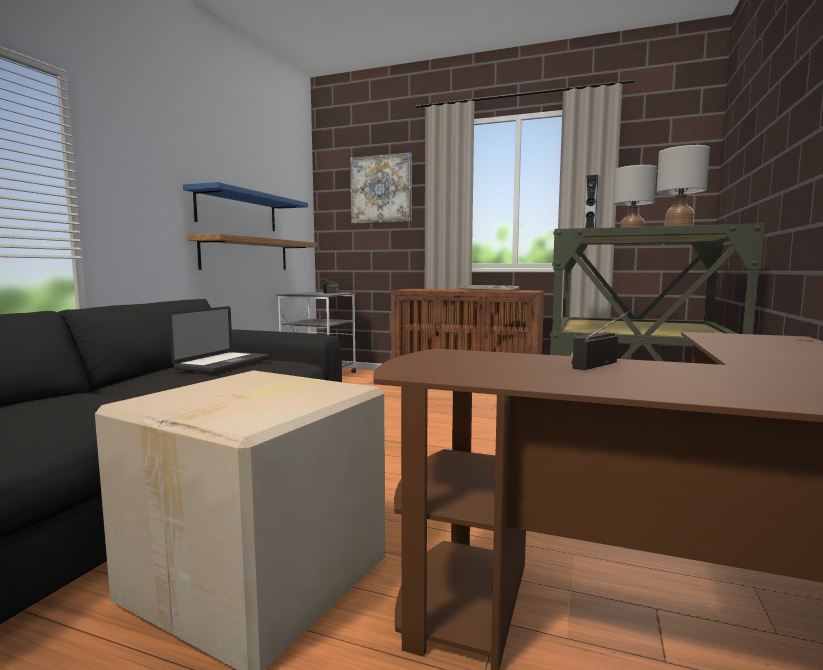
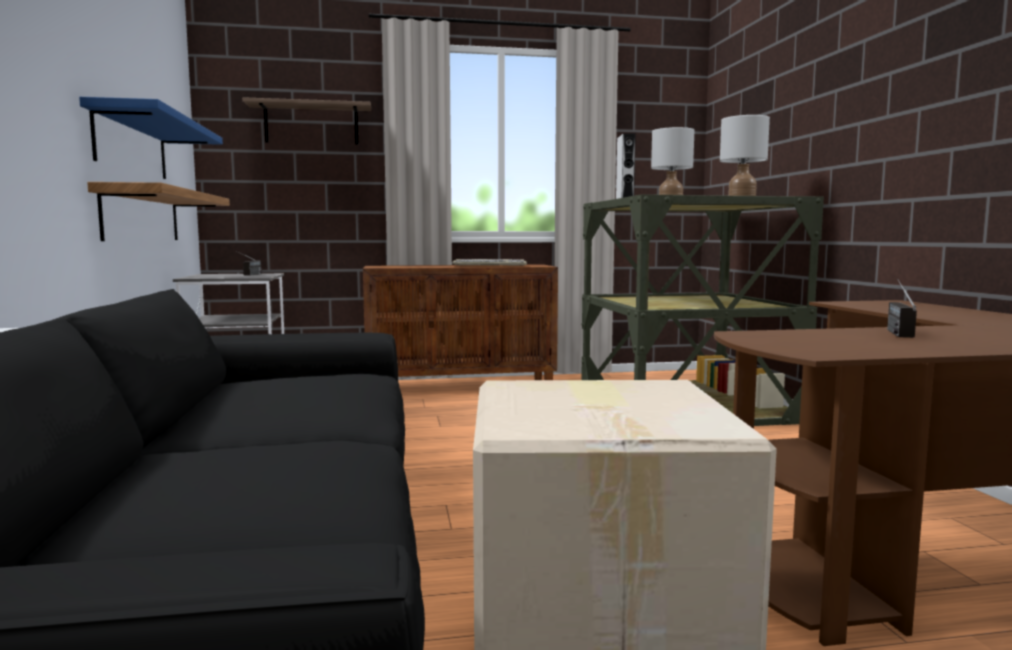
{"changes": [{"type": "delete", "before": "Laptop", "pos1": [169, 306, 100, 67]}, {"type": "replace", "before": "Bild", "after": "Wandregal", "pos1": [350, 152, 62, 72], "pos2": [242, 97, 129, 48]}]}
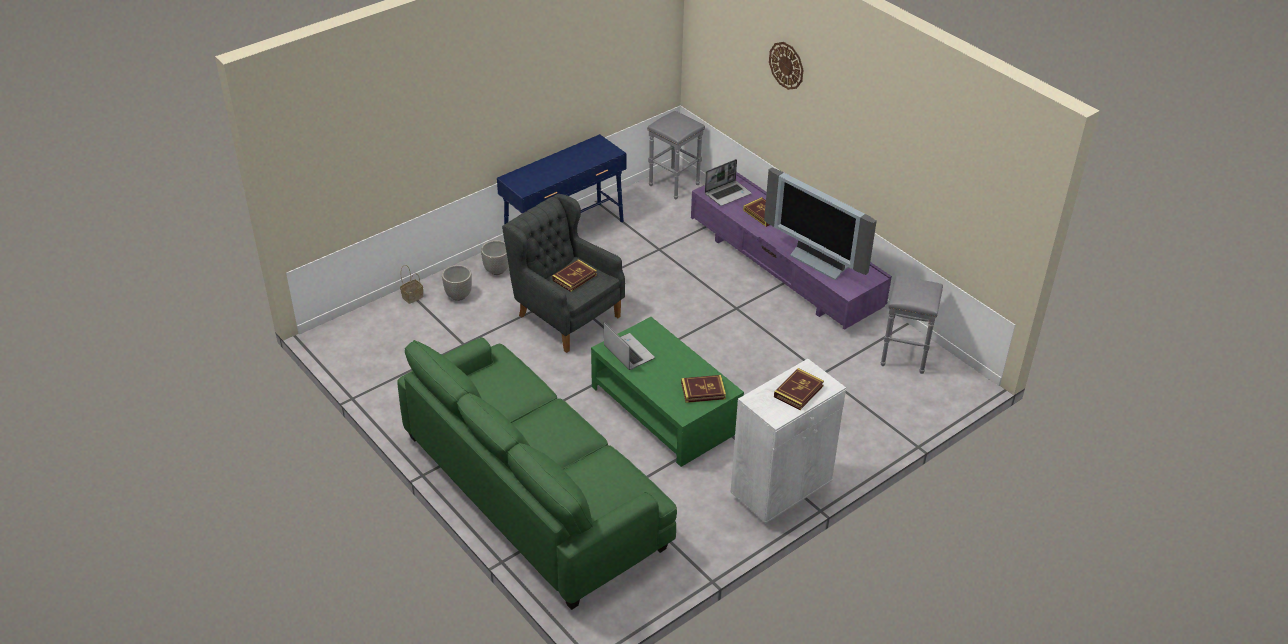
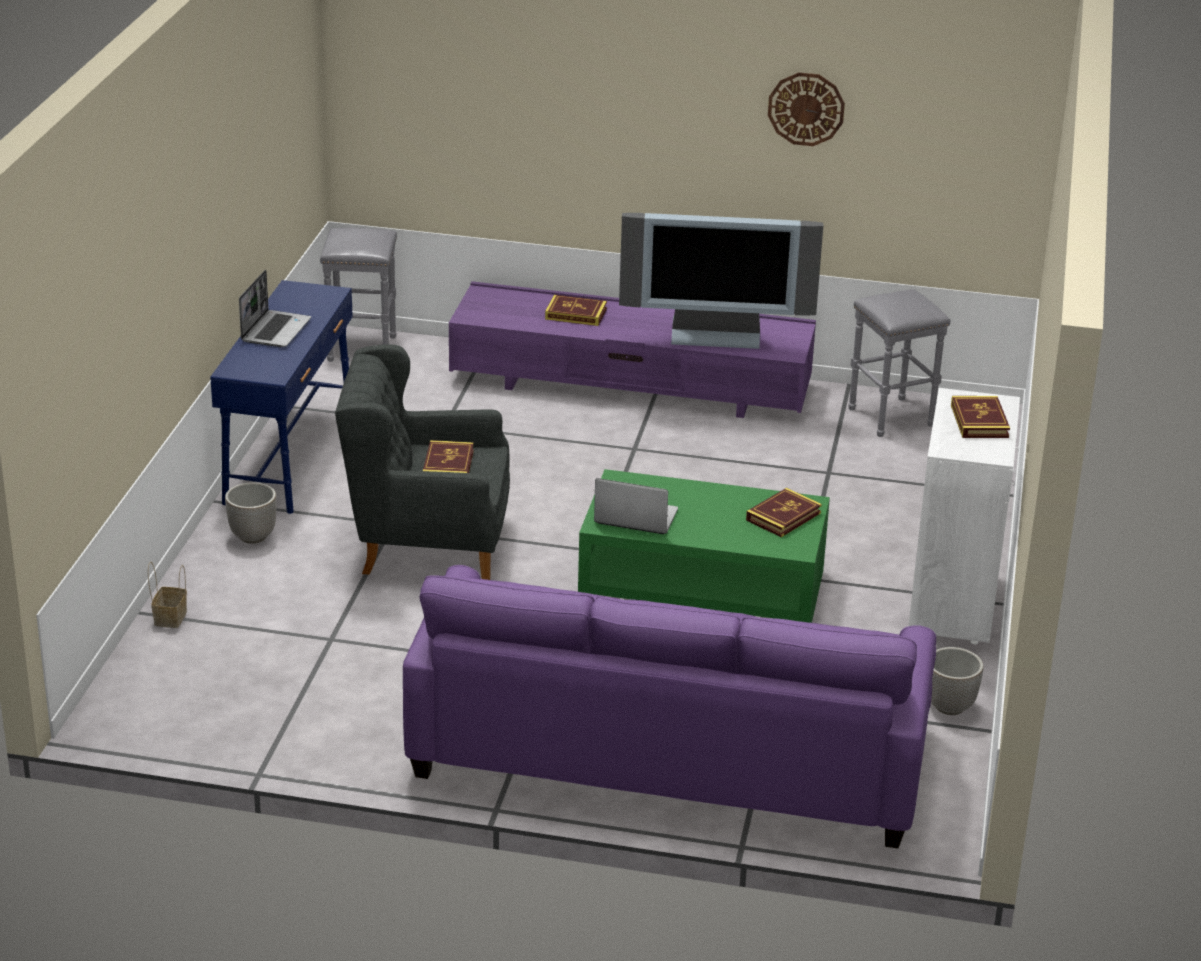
{"changes": [{"type": "recolor", "before": "Sofa/grün", "after": "Sofa/lila", "pos1": [397, 337, 280, 273], "pos2": [403, 565, 533, 283]}, {"type": "move", "before": "Pflanzkübel", "pos1": [442, 265, 30, 36], "pos2": [931, 647, 52, 68]}, {"type": "move", "before": "Laptop", "pos1": [705, 159, 47, 47], "pos2": [239, 270, 72, 77]}, {"type": "move", "before": "Wanduhr", "pos1": [769, 42, 34, 48], "pos2": [768, 72, 77, 74]}]}
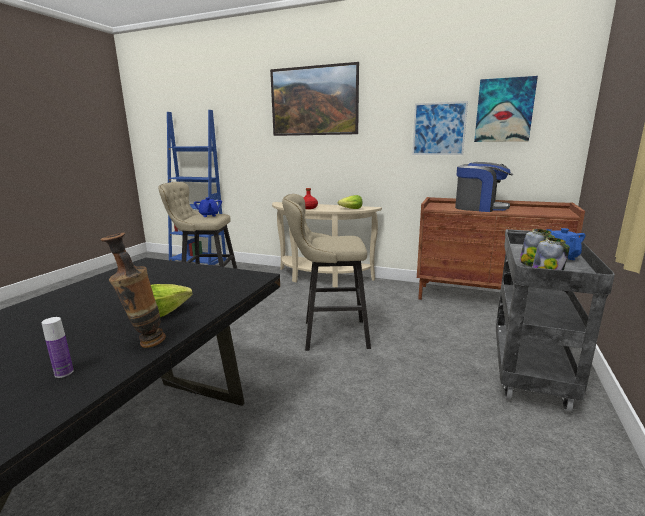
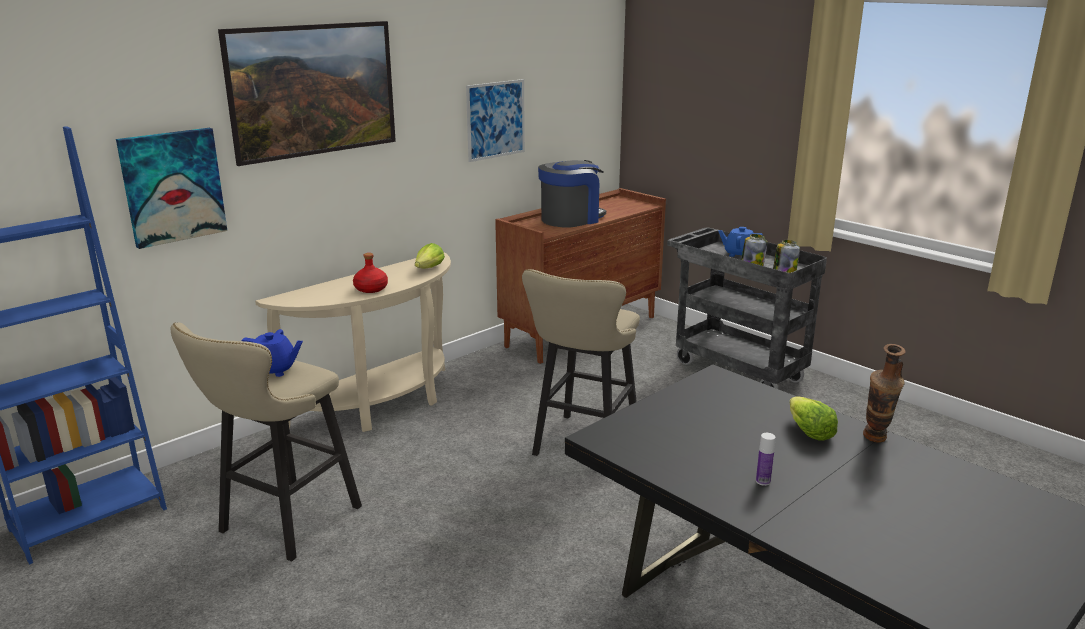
{"changes": [{"type": "move", "before": "Flasche", "pos1": [42, 317, 32, 61], "pos2": [756, 433, 20, 53]}, {"type": "move", "before": "Bild", "pos1": [474, 76, 64, 66], "pos2": [116, 128, 111, 121]}]}
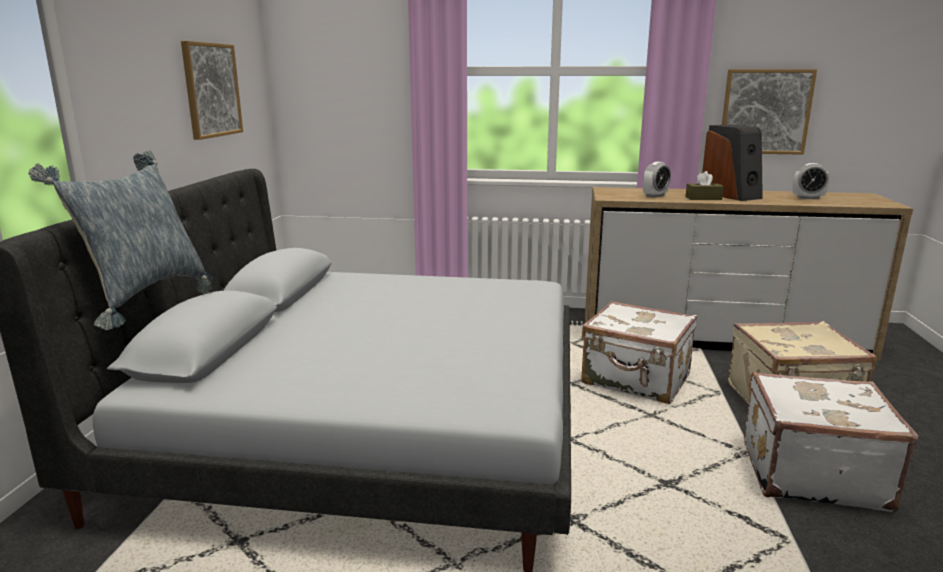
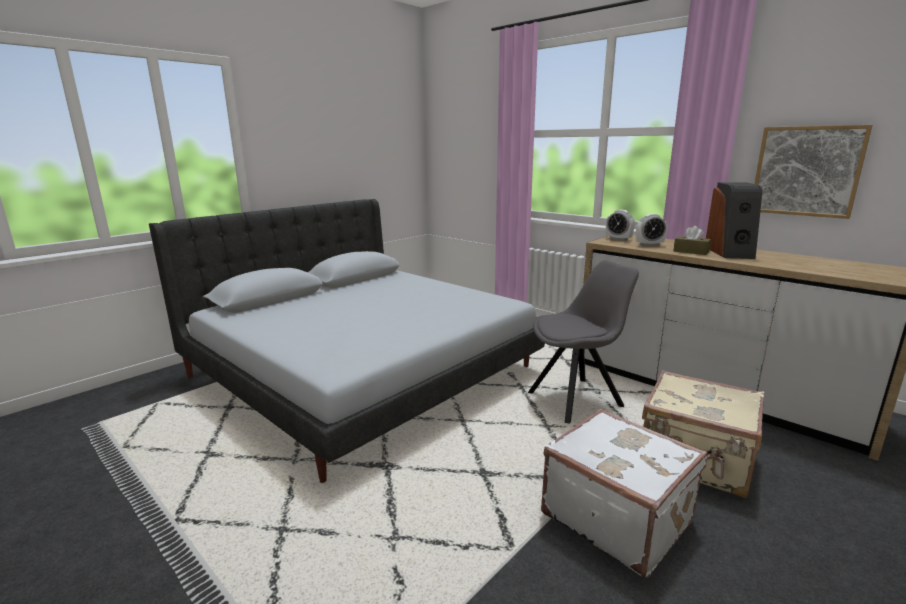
{"changes": [{"type": "delete", "before": "Kissen", "pos1": [28, 150, 186, 180]}, {"type": "delete", "before": "Bild", "pos1": [181, 41, 62, 99]}, {"type": "replace", "before": "Koffer/weiß", "after": "Stuhl/grau", "pos1": [581, 301, 116, 103], "pos2": [528, 260, 111, 164]}, {"type": "move", "before": "Wecker", "pos1": [792, 163, 38, 36], "pos2": [606, 210, 29, 31]}]}
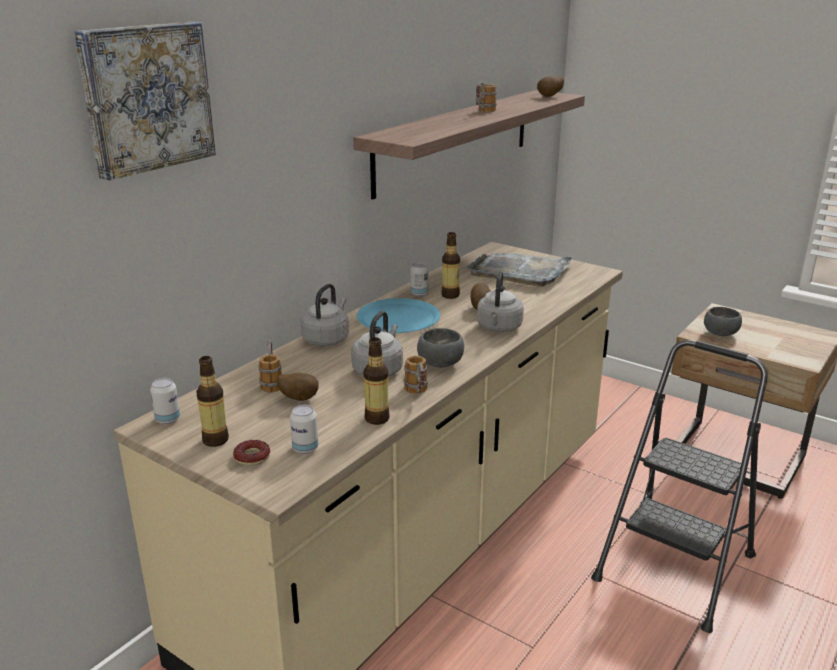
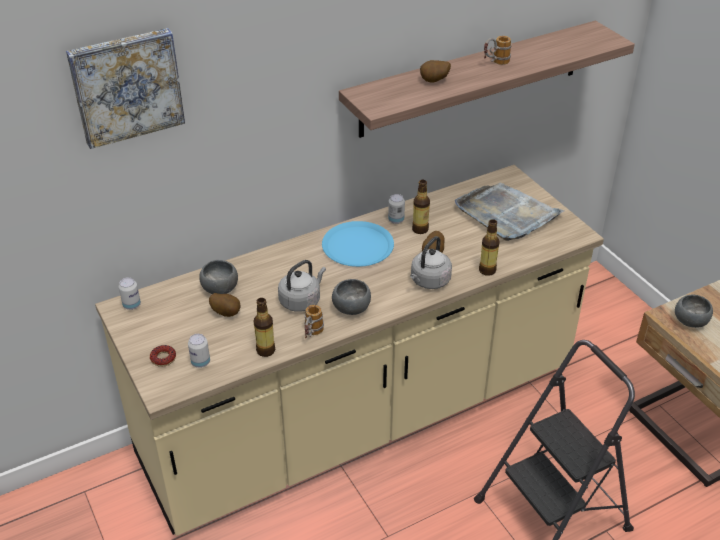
{"changes": [{"type": "move", "before": "Flasche", "pos1": [196, 356, 33, 91], "pos2": [479, 219, 21, 57]}, {"type": "replace", "before": "Henkelbecher", "after": "Schüssel/grau", "pos1": [259, 340, 23, 53], "pos2": [199, 260, 39, 34]}, {"type": "delete", "before": "Wasserkessel/grau", "pos1": [301, 284, 48, 62]}, {"type": "move", "before": "Kartoffel", "pos1": [537, 76, 27, 21], "pos2": [420, 60, 31, 23]}]}
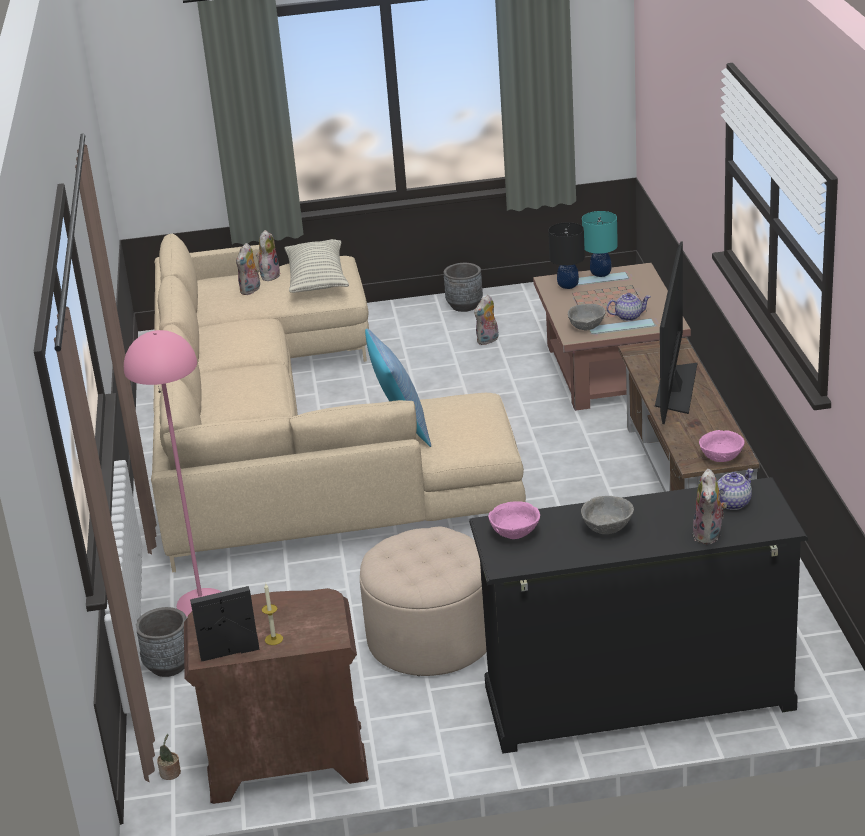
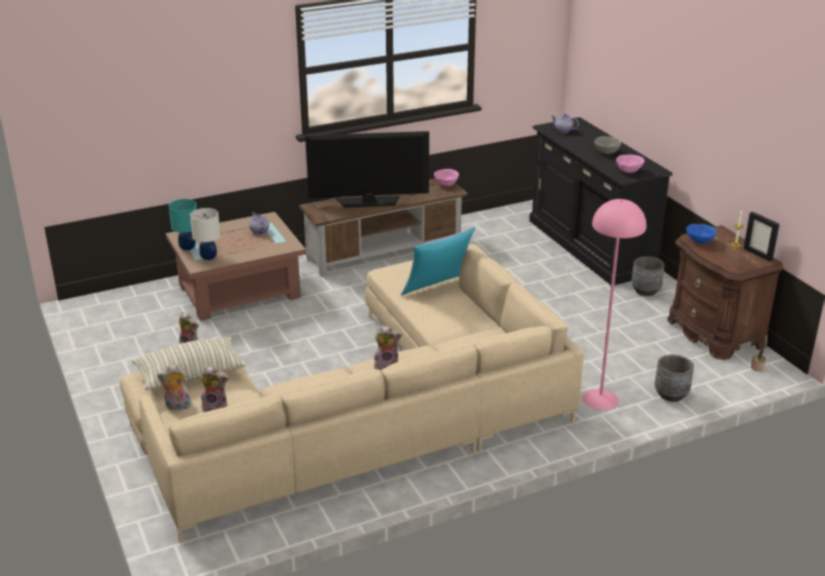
{"changes": [{"type": "delete", "before": "Polsterhocker/beige", "pos1": [360, 527, 127, 149]}, {"type": "move", "before": "Pflanzkübel/grau", "pos1": [444, 263, 39, 49], "pos2": [631, 256, 34, 40]}, {"type": "recolor", "before": "Tischlampe/schwarz", "after": "Tischlampe/weiß", "pos1": [548, 222, 37, 67], "pos2": [190, 208, 30, 52]}, {"type": "delete", "before": "Schüssel/grau", "pos1": [568, 304, 38, 26]}, {"type": "move", "before": "Plüschtier", "pos1": [693, 469, 34, 75], "pos2": [374, 326, 28, 45]}, {"type": "insert", "after": "Schüssel/blau", "pos2": [686, 224, 31, 20]}]}
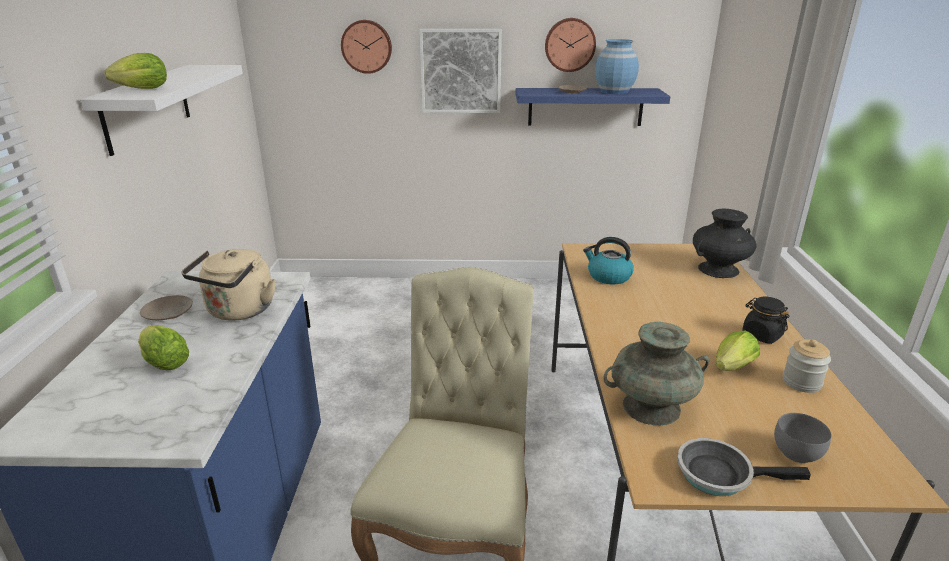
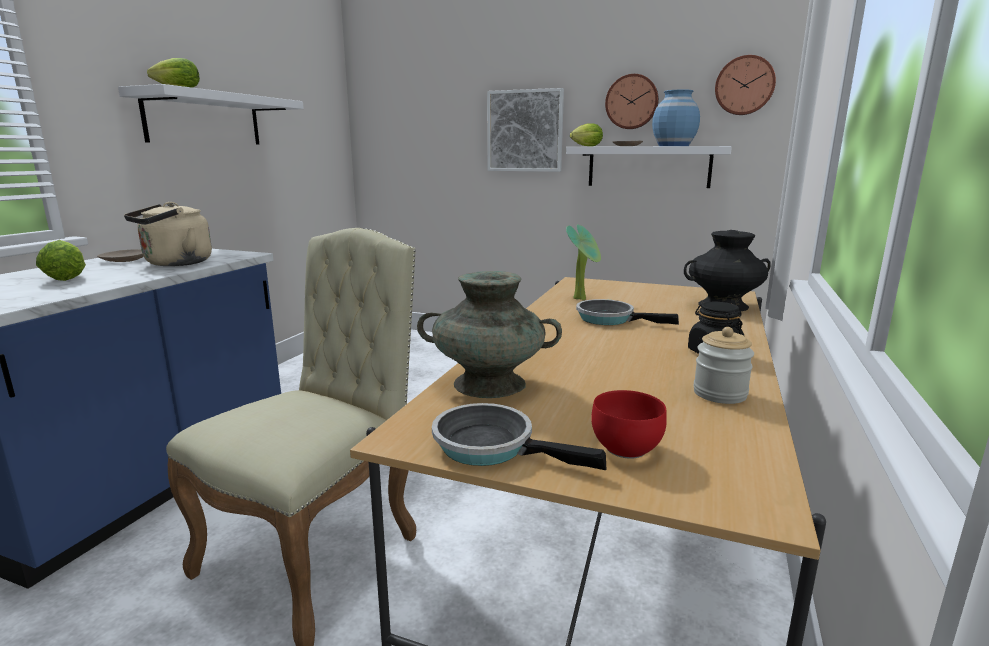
{"changes": [{"type": "move", "before": "Wanduhr", "pos1": [341, 20, 51, 54], "pos2": [715, 55, 61, 60]}, {"type": "recolor", "before": "Wandregal/blau", "after": "Wandregal/weiß", "pos1": [515, 88, 155, 38], "pos2": [566, 146, 166, 42]}, {"type": "replace", "before": "Wasserkessel", "after": "Topfpflanze", "pos1": [583, 237, 51, 47], "pos2": [566, 224, 35, 76]}, {"type": "move", "before": "Salatkopf", "pos1": [716, 331, 44, 40], "pos2": [570, 123, 33, 24]}, {"type": "recolor", "before": "Schüssel/grau", "after": "Schüssel/rot", "pos1": [774, 413, 57, 50], "pos2": [591, 390, 76, 69]}, {"type": "insert", "after": "Pfanne", "pos2": [576, 299, 103, 26]}]}
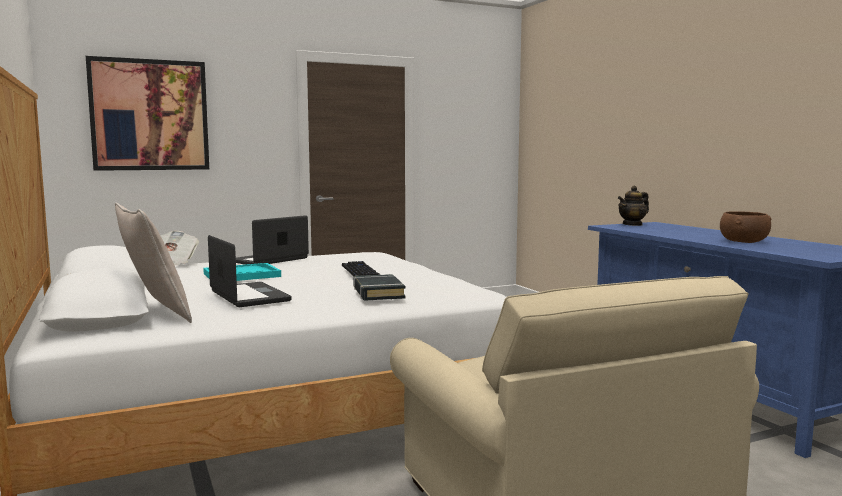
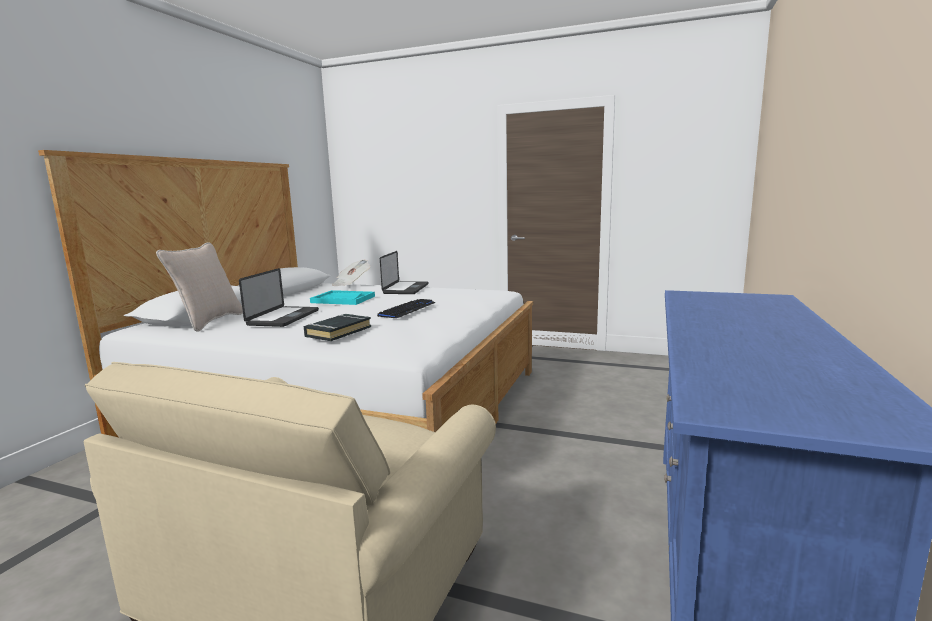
{"changes": [{"type": "delete", "before": "Bild", "pos1": [86, 56, 123, 115]}, {"type": "rotate", "before": "Laptop", "pos1": [236, 215, 73, 50], "pos2": [380, 251, 49, 43], "turn": 105}, {"type": "delete", "before": "Teekanne", "pos1": [618, 185, 31, 41]}, {"type": "delete", "before": "Schüssel/braun", "pos1": [720, 211, 52, 32]}]}
